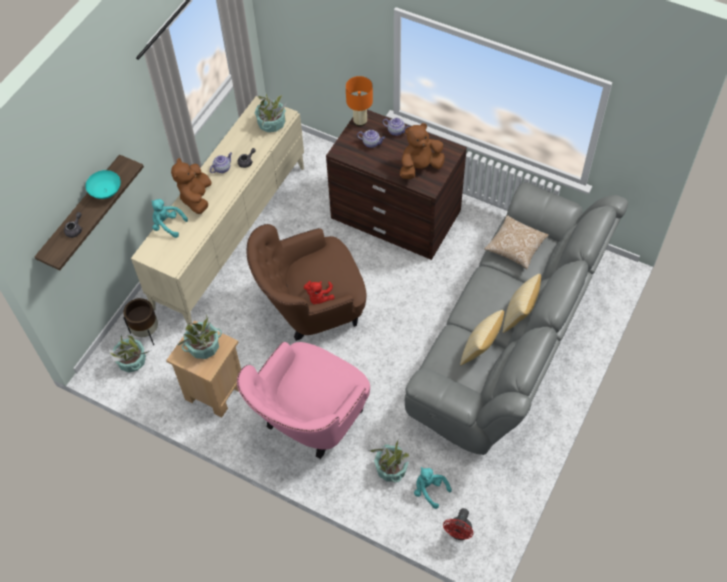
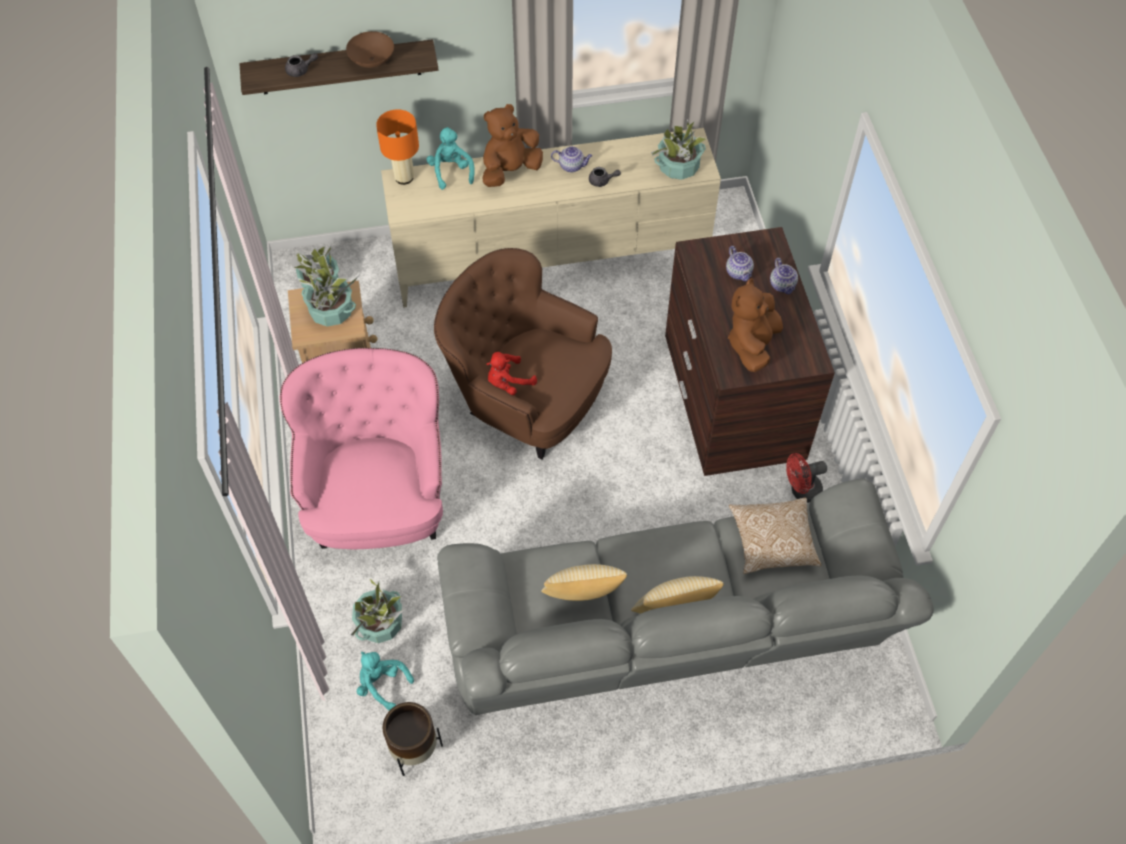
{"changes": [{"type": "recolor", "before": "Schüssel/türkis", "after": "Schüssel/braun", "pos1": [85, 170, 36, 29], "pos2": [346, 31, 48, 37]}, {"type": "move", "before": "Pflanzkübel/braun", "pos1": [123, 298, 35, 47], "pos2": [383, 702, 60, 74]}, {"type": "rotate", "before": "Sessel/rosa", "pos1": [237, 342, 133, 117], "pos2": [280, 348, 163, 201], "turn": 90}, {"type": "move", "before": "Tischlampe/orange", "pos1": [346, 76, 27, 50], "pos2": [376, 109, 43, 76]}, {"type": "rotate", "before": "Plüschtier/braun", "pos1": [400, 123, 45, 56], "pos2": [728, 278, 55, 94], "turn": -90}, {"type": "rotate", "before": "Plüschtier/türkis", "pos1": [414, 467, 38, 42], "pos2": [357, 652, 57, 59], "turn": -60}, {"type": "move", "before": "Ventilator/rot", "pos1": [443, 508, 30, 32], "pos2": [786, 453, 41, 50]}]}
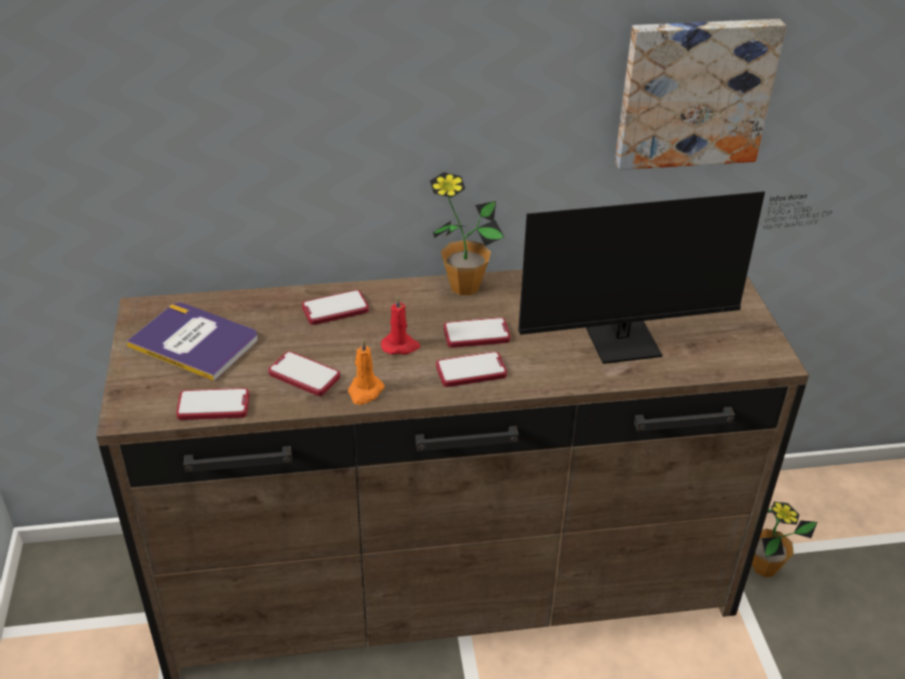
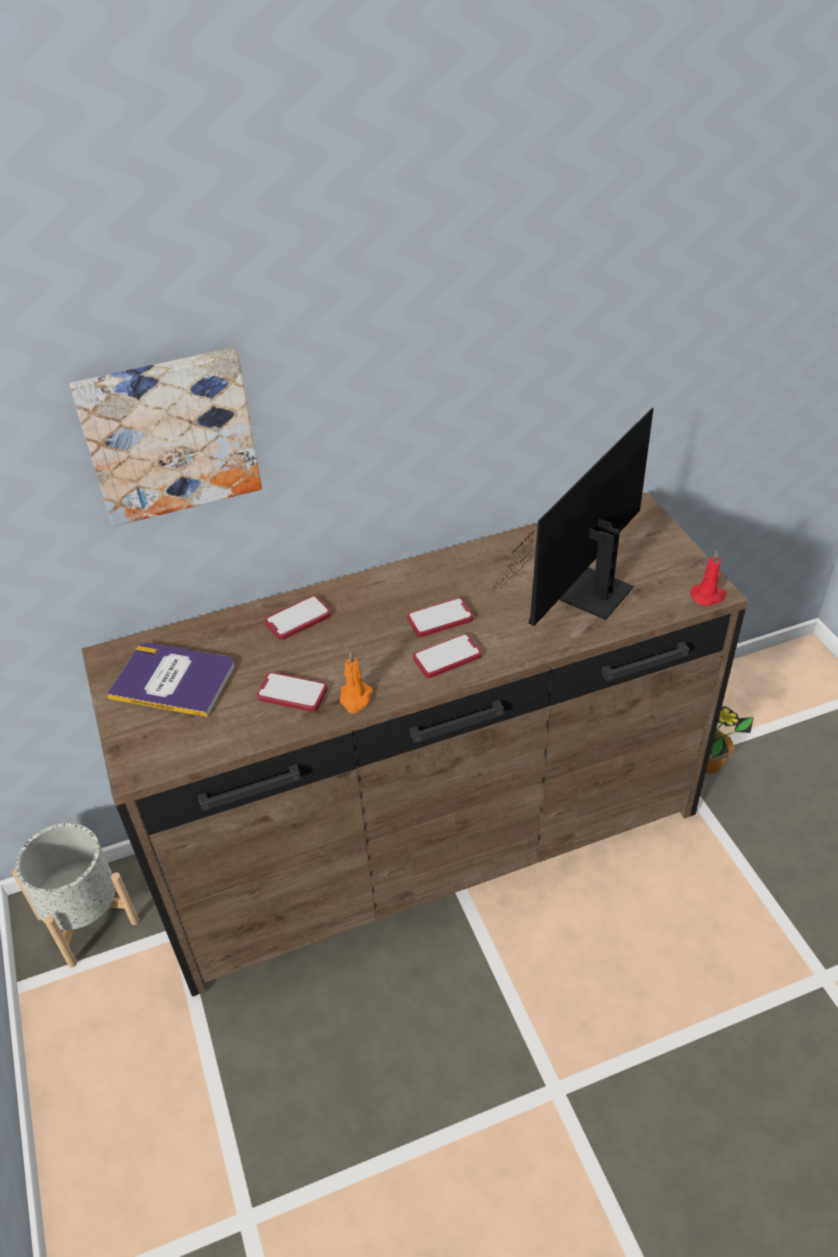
{"changes": [{"type": "delete", "before": "Handy", "pos1": [176, 388, 73, 32]}, {"type": "move", "before": "Kerze/rot", "pos1": [381, 295, 40, 60], "pos2": [690, 551, 36, 55]}, {"type": "delete", "before": "Topfpflanze", "pos1": [430, 172, 74, 123]}, {"type": "rotate", "before": "Monitor", "pos1": [518, 191, 313, 173], "pos2": [494, 408, 160, 218], "turn": 150}, {"type": "move", "before": "Bild", "pos1": [615, 19, 171, 151], "pos2": [69, 348, 193, 178]}, {"type": "insert", "after": "Pflanzkübel/grau", "pos2": [12, 823, 127, 145]}]}
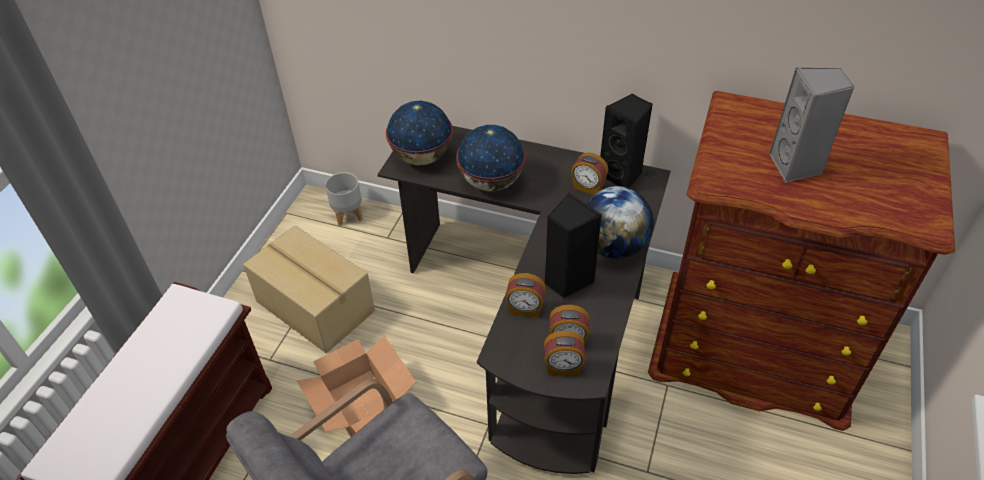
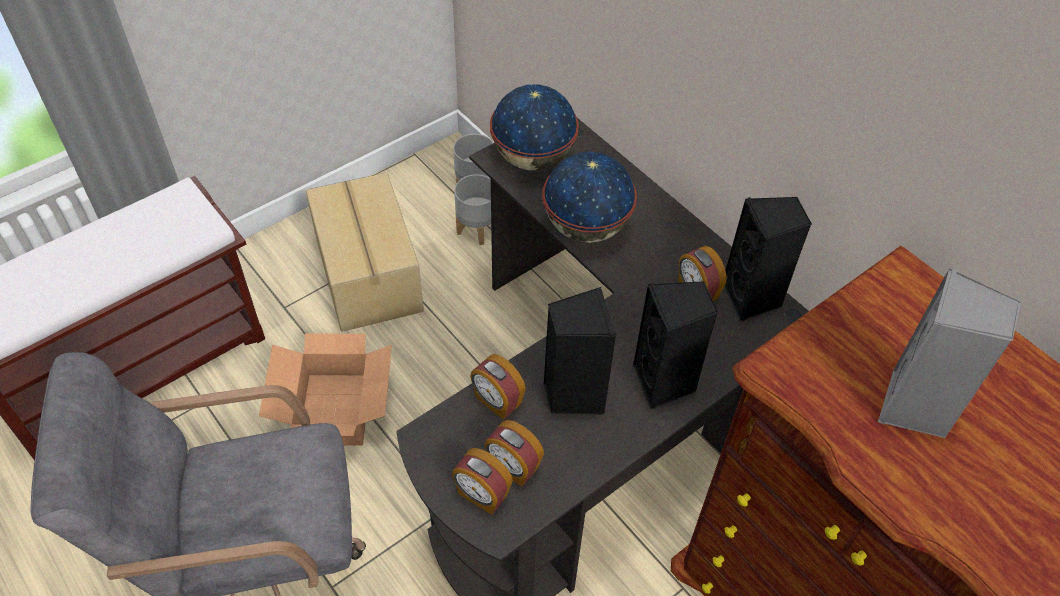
{"changes": [{"type": "replace", "before": "Globus", "after": "Lautsprecher/schwarz", "pos1": [586, 186, 68, 73], "pos2": [633, 281, 85, 128]}, {"type": "insert", "after": "Pflanzkübel/grau", "pos2": [454, 174, 37, 71]}]}
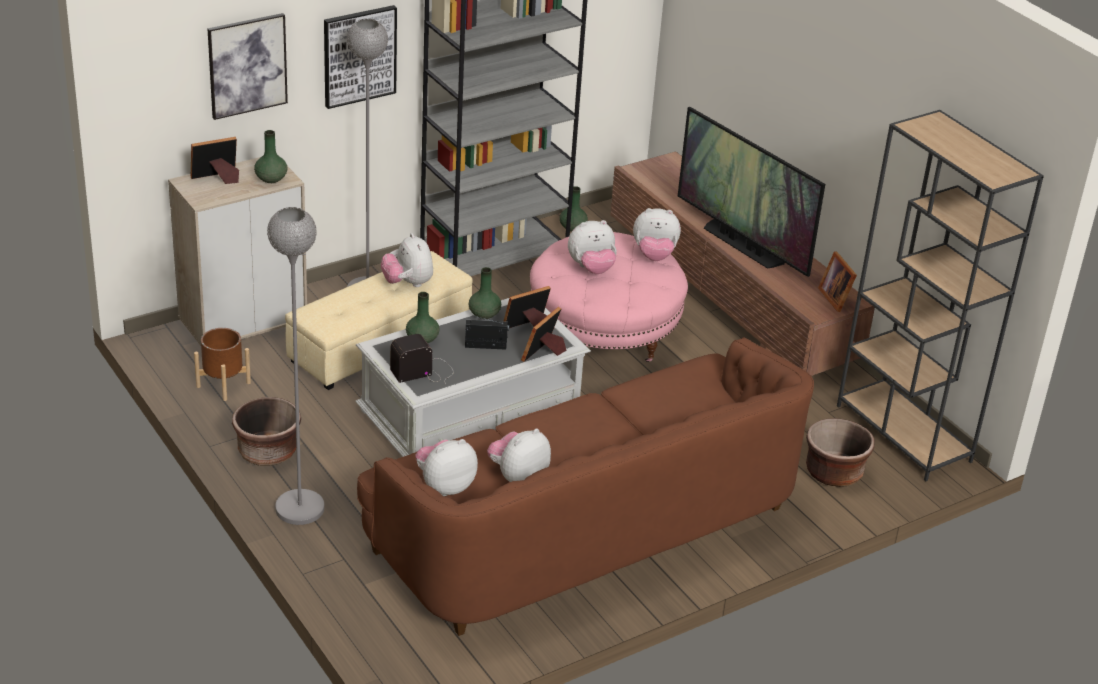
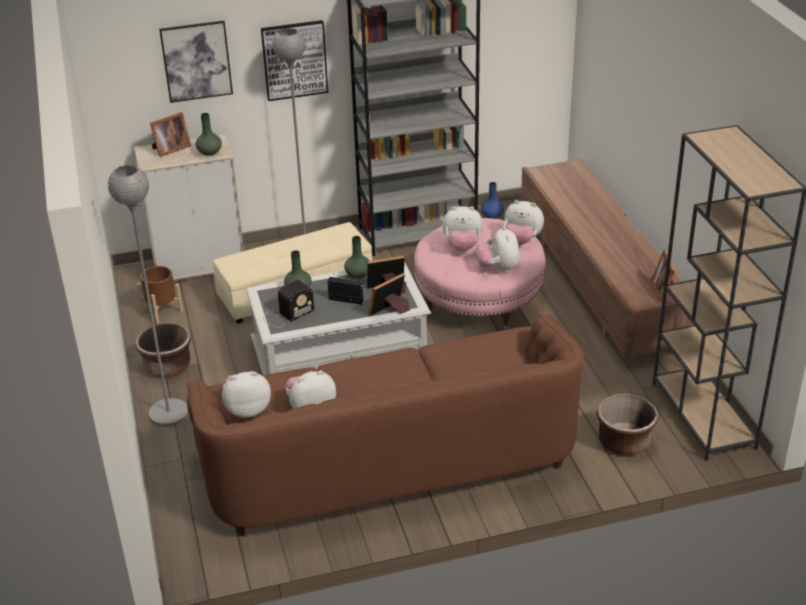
{"changes": [{"type": "rotate", "before": "Bilderrahmen", "pos1": [191, 137, 48, 47], "pos2": [150, 112, 41, 45], "turn": 150}, {"type": "move", "before": "Plüschtier", "pos1": [381, 233, 52, 54], "pos2": [476, 226, 44, 47]}, {"type": "rotate", "before": "Radio", "pos1": [390, 334, 63, 50], "pos2": [263, 280, 51, 48], "turn": 150}, {"type": "recolor", "before": "Vase/grün", "after": "Vase/blau", "pos1": [560, 186, 28, 46], "pos2": [481, 182, 23, 37]}, {"type": "delete", "before": "Fernseher", "pos1": [678, 107, 147, 170]}]}
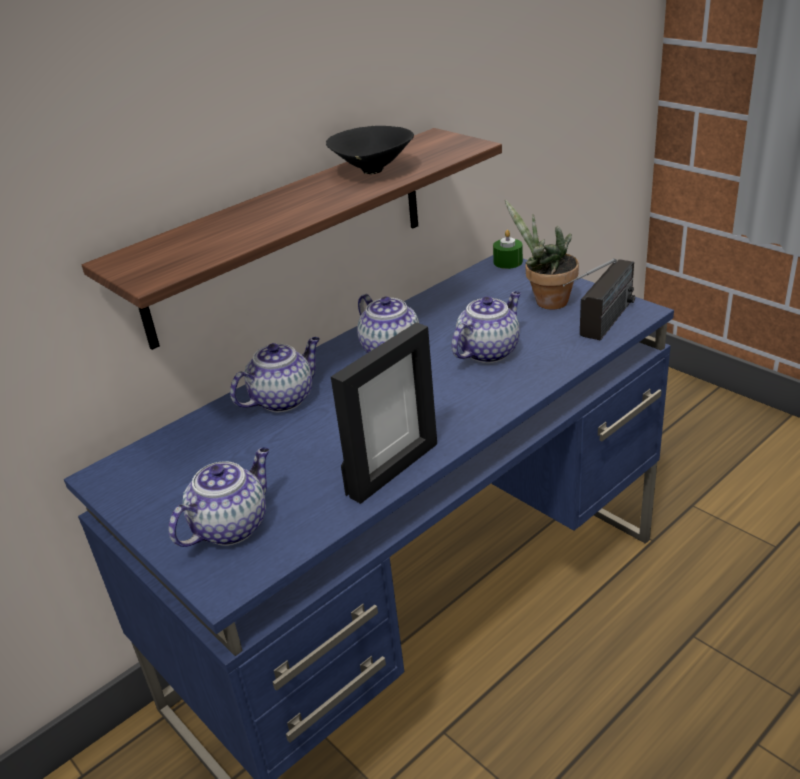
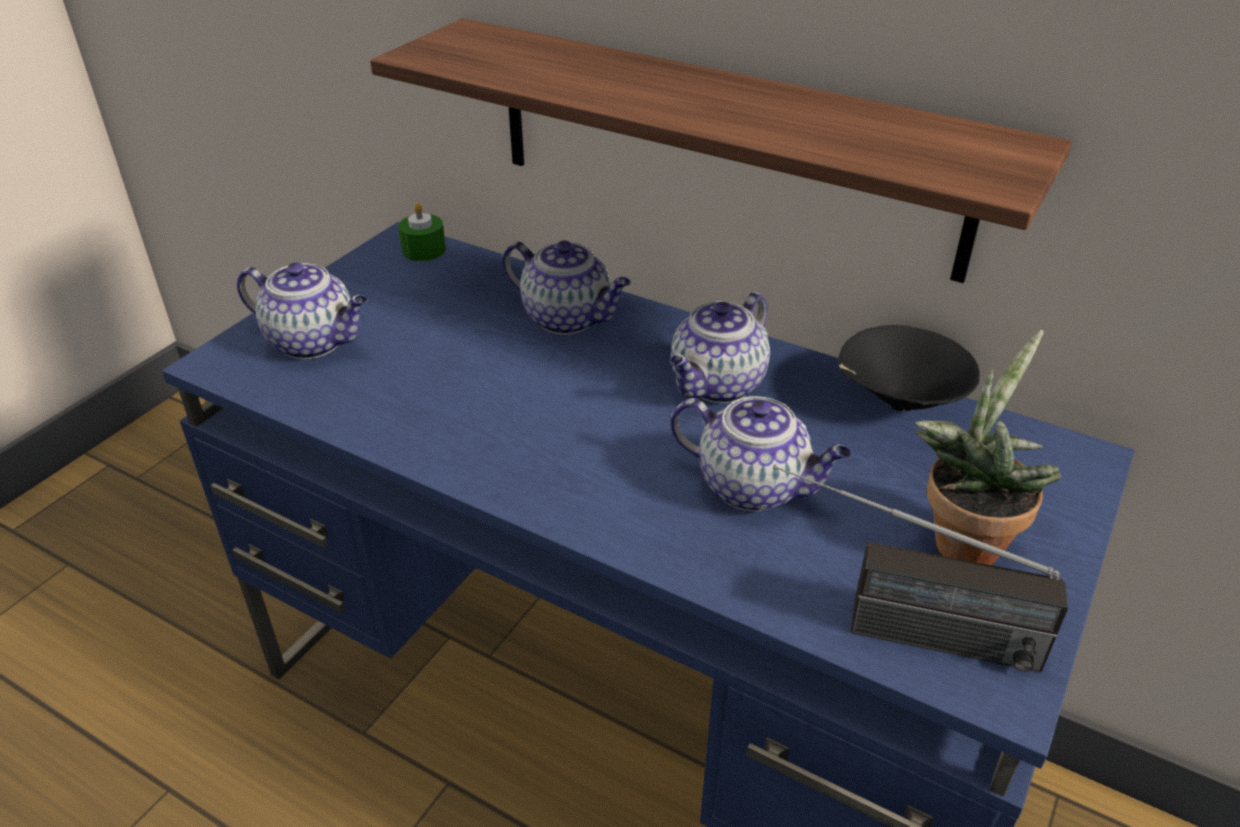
{"changes": [{"type": "move", "before": "Schüssel/schwarz", "pos1": [326, 126, 88, 48], "pos2": [838, 325, 142, 86]}, {"type": "delete", "before": "Bilderrahmen", "pos1": [331, 322, 106, 182]}, {"type": "move", "before": "Kerze/grün", "pos1": [493, 230, 30, 39], "pos2": [398, 202, 48, 59]}]}
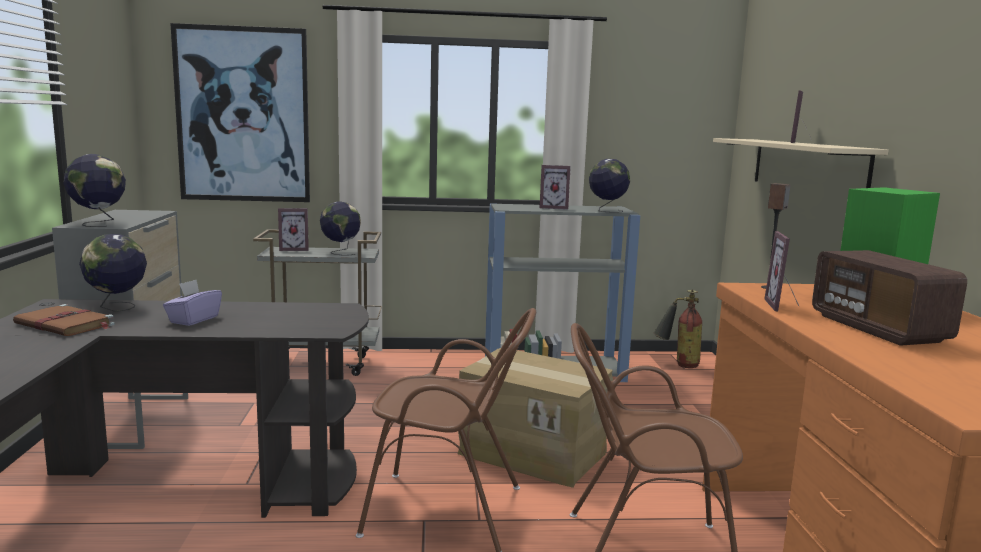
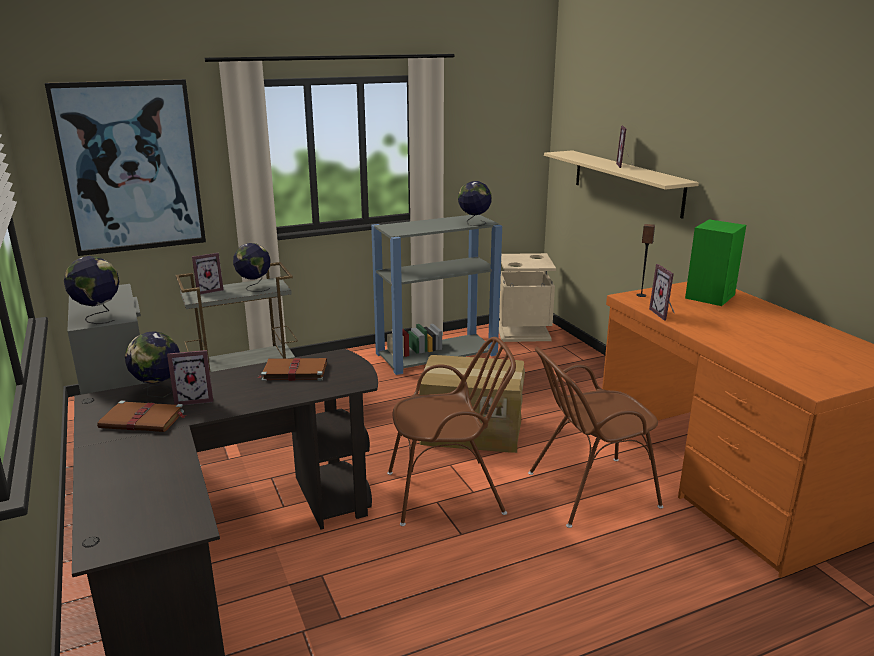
{"changes": [{"type": "delete", "before": "Taschentuchbox/lila", "pos1": [163, 280, 59, 46]}, {"type": "move", "before": "Bilderrahmen", "pos1": [539, 165, 32, 45], "pos2": [167, 350, 46, 55]}, {"type": "replace", "before": "Feuerlöscher", "after": "Mülleimer/beige", "pos1": [654, 290, 48, 78], "pos2": [499, 253, 57, 89]}, {"type": "delete", "before": "Radio", "pos1": [812, 250, 155, 96]}, {"type": "insert", "after": "Buch/braun", "pos2": [257, 358, 70, 23]}]}
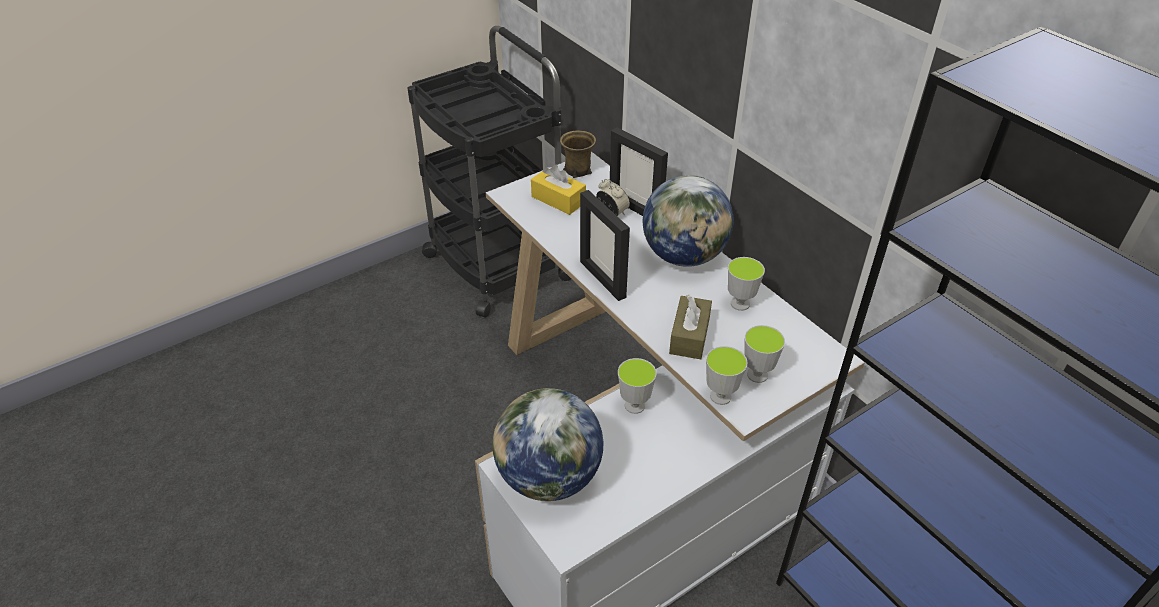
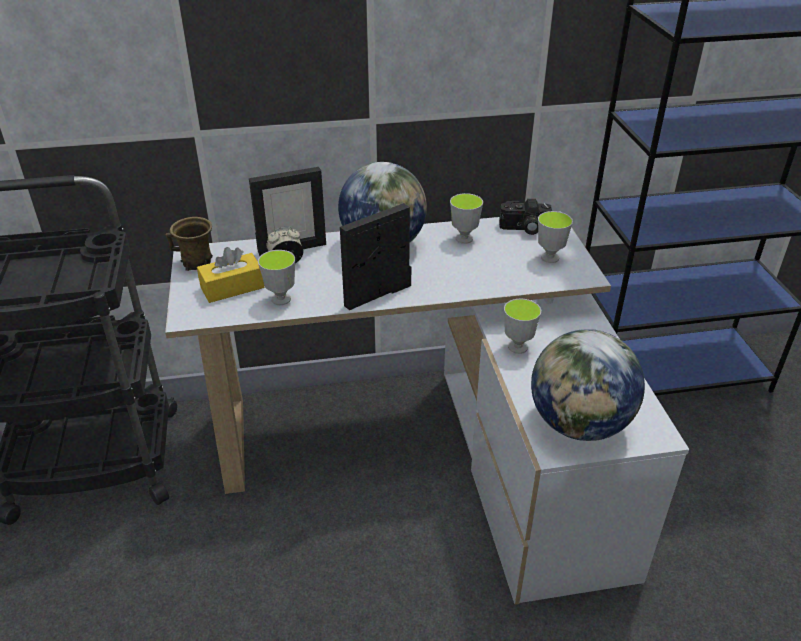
{"changes": [{"type": "rotate", "before": "Bilderrahmen", "pos1": [580, 190, 50, 111], "pos2": [340, 203, 71, 107], "turn": 150}, {"type": "delete", "before": "Taschentuchbox/braun", "pos1": [669, 295, 43, 64]}, {"type": "move", "before": "Tasse", "pos1": [706, 346, 42, 59], "pos2": [258, 250, 37, 55]}, {"type": "insert", "after": "Kamera", "pos2": [499, 199, 53, 36]}]}
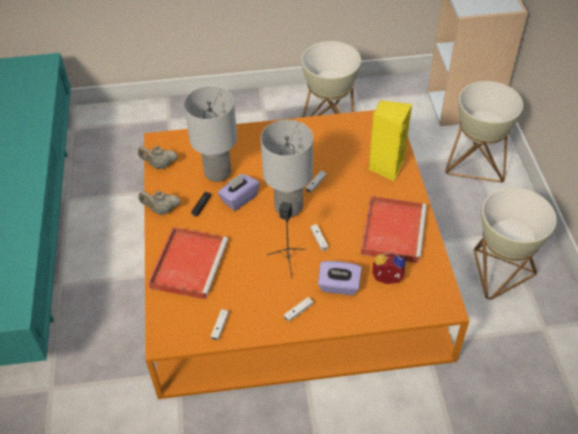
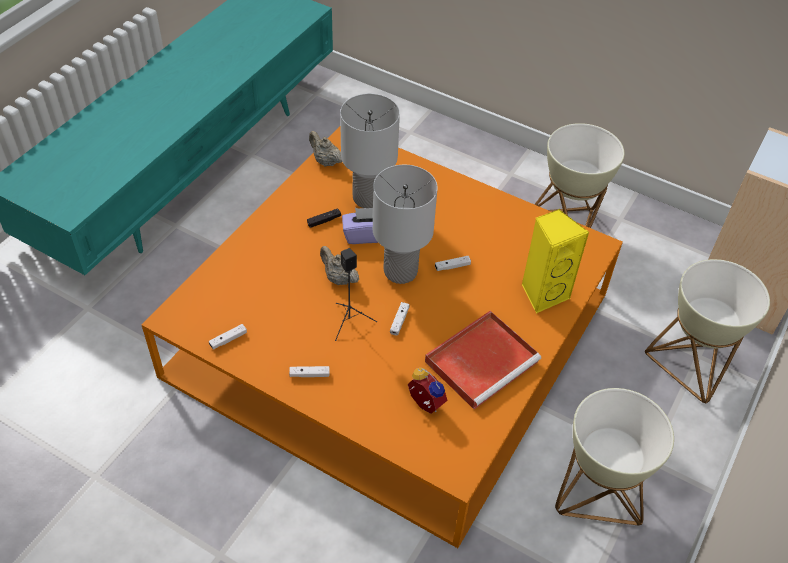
{"changes": [{"type": "move", "before": "Teekanne/beige", "pos1": [139, 191, 42, 24], "pos2": [320, 246, 39, 39]}, {"type": "delete", "before": "Tablett/rot", "pos1": [148, 227, 80, 73]}, {"type": "delete", "before": "Taschentuchbox/lila", "pos1": [318, 261, 44, 34]}]}
